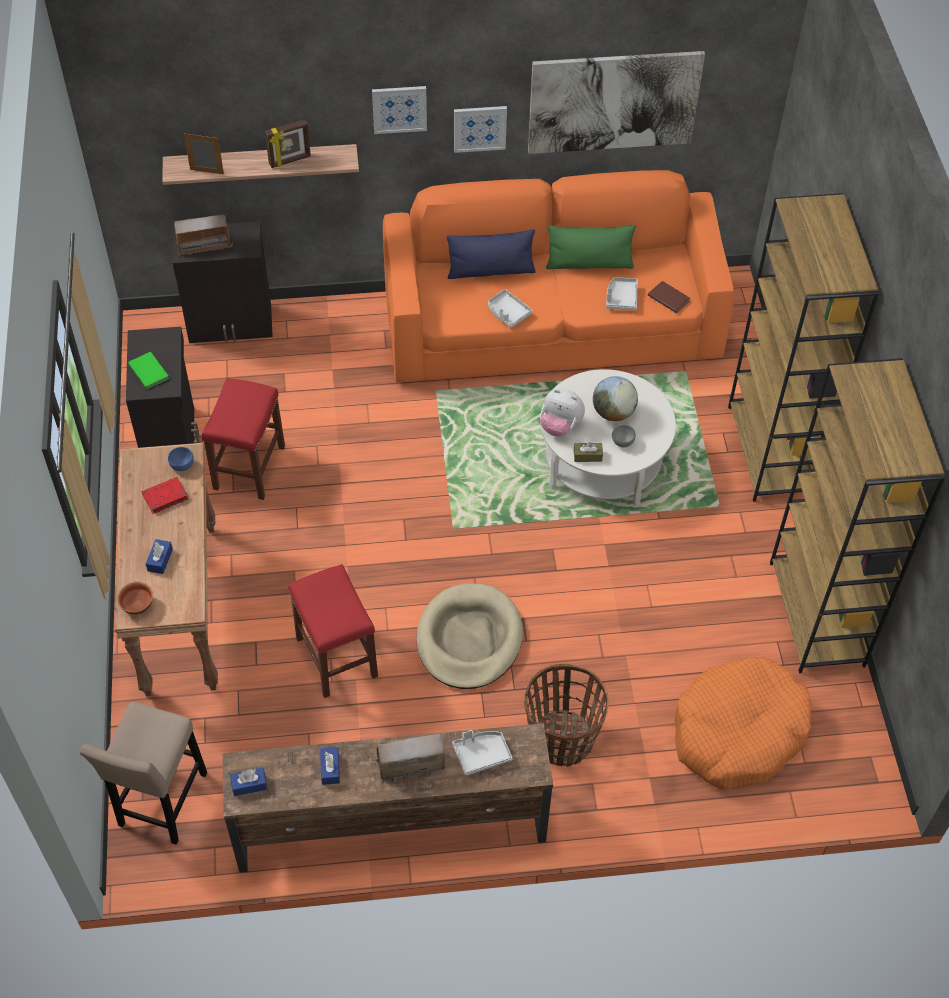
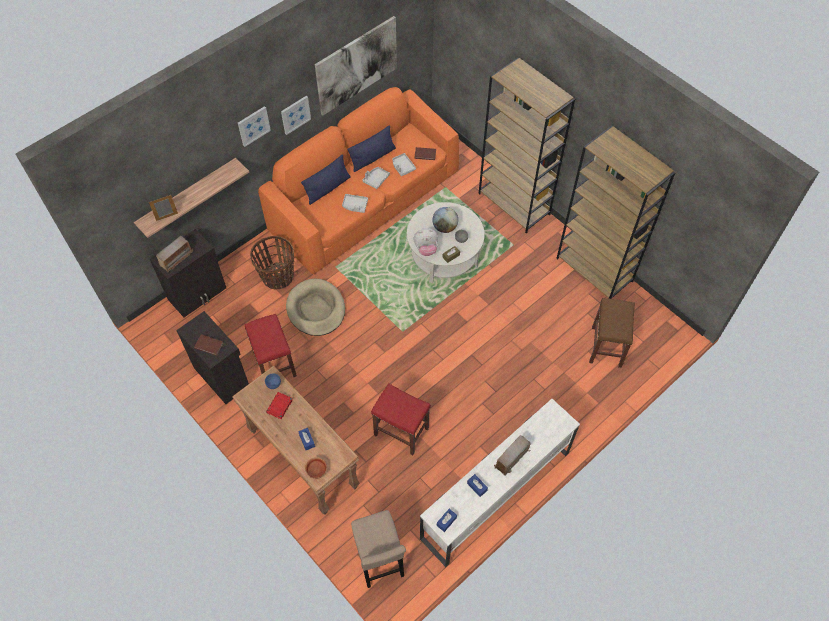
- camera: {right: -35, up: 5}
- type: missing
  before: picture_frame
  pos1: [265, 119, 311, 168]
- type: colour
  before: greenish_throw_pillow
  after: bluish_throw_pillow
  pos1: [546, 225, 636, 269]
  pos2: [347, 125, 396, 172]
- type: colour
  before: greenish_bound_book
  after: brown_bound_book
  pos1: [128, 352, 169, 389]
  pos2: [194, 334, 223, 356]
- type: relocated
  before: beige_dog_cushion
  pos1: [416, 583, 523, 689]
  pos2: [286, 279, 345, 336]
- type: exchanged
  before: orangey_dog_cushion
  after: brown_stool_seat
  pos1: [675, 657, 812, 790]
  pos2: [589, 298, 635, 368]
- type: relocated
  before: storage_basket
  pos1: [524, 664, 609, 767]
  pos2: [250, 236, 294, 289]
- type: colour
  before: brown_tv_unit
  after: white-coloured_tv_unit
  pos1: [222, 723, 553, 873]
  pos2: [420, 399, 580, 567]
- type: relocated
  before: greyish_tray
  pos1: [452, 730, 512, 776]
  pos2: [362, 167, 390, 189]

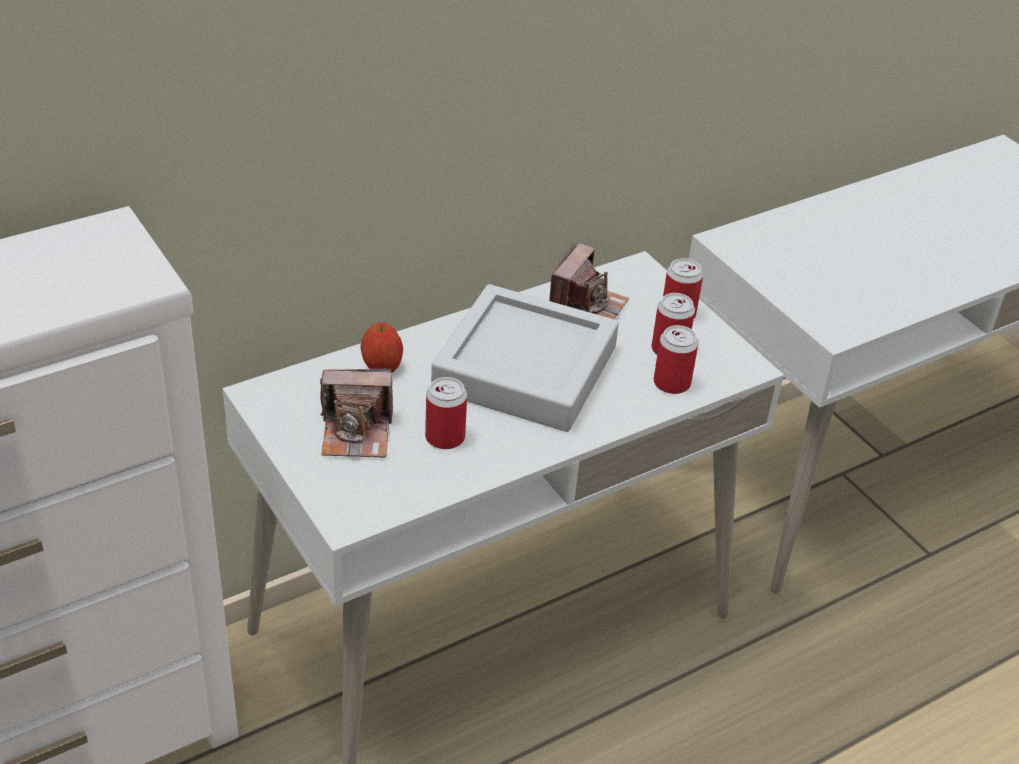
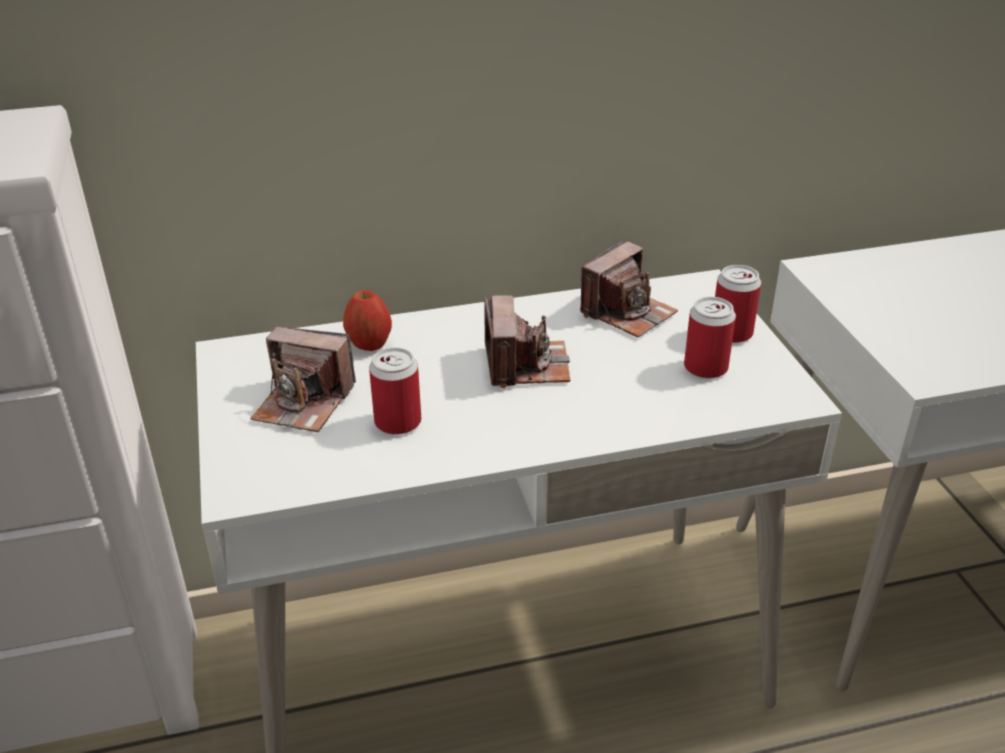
- camera: {right: 20, up: -5}
- type: exchanged
  before: greyish_tray
  after: photo_camera
  pos1: [431, 284, 619, 432]
  pos2: [484, 295, 570, 389]
- type: missing
  before: can
  pos1: [653, 325, 698, 394]

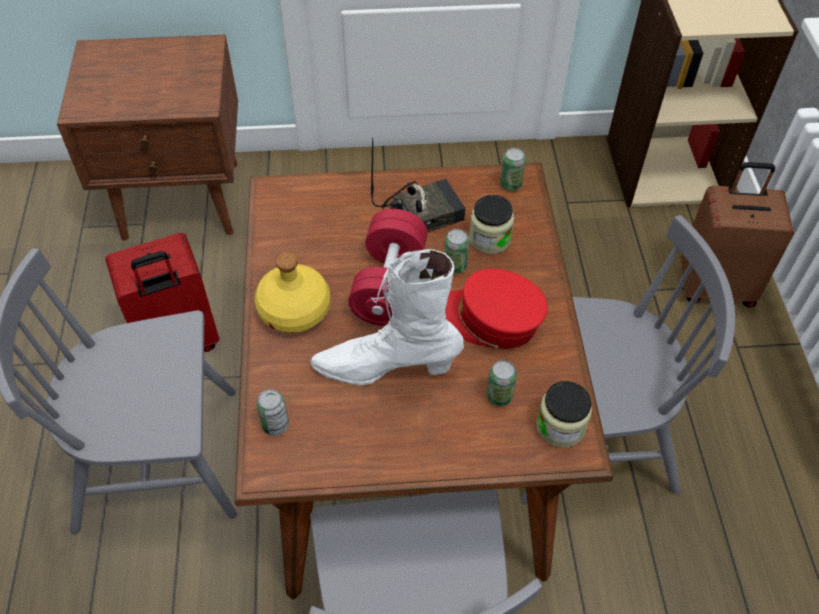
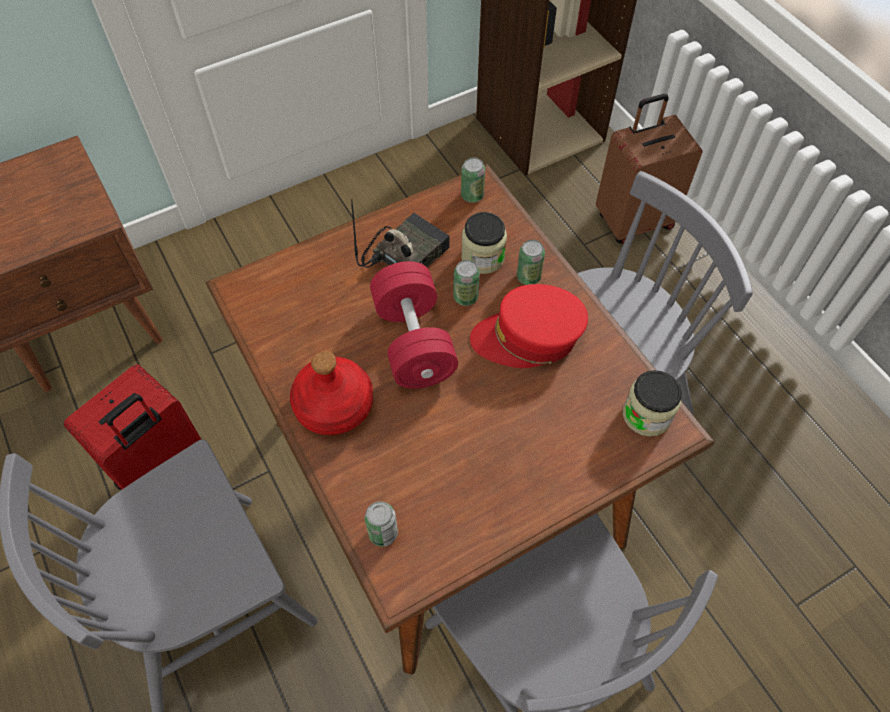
- camera: {right: -25, up: 5}
- type: missing
  before: white-coloured_tall_boot
  pos1: [311, 249, 464, 385]
- type: colour
  before: yellow-coloured_drink_bottle
  after: red-coloured_drink_bottle
  pos1: [255, 252, 330, 333]
  pos2: [290, 351, 373, 435]
- type: relocated
  before: can
  pos1: [486, 360, 517, 407]
  pos2: [517, 240, 545, 285]

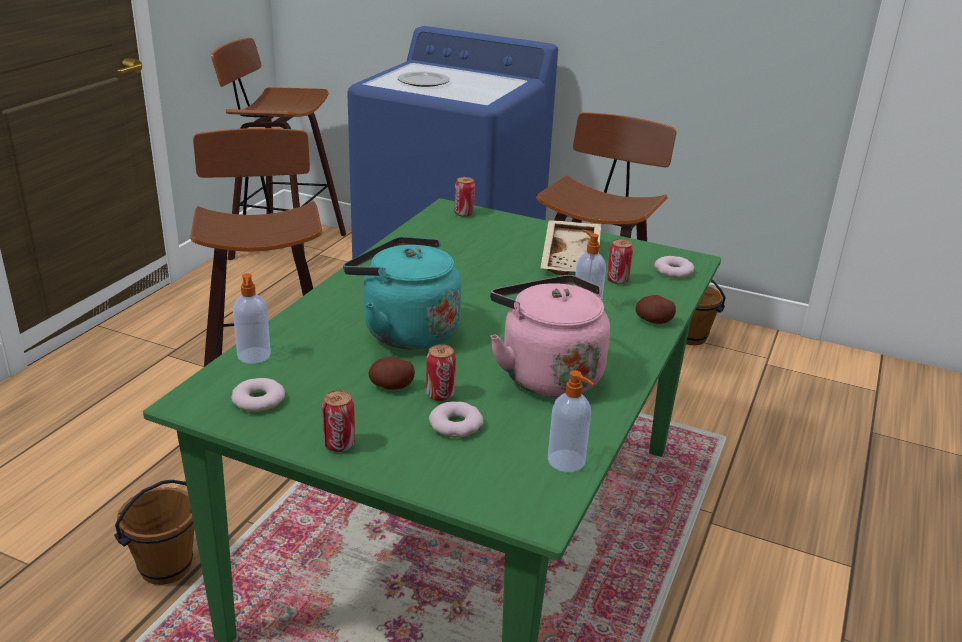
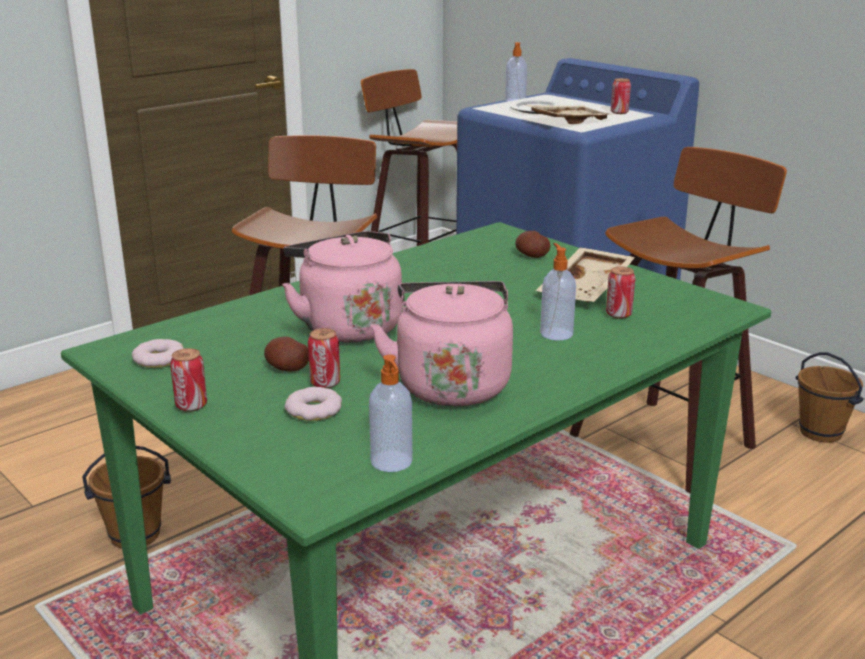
- camera: {right: 25, up: -5}
- type: relocated
  before: can
  pos1: [454, 177, 475, 217]
  pos2: [611, 78, 631, 114]
- type: colour
  before: blue-green_kettle
  after: pinkish_kettle
  pos1: [343, 237, 461, 350]
  pos2: [282, 231, 402, 342]
- type: missing
  before: doughnut
  pos1: [654, 256, 694, 278]
- type: relocated
  before: liquid_soap_bottle
  pos1: [233, 273, 271, 364]
  pos2: [505, 42, 527, 103]
- type: relocated
  before: potato
  pos1: [635, 295, 676, 324]
  pos2: [515, 231, 550, 258]
- type: appeared
  after: beige_tray
  pos2: [527, 105, 614, 124]

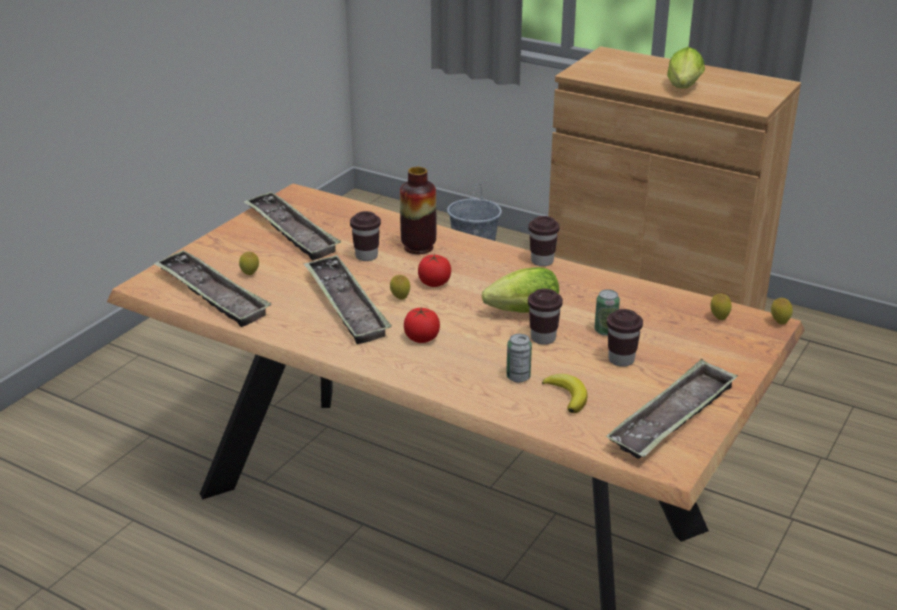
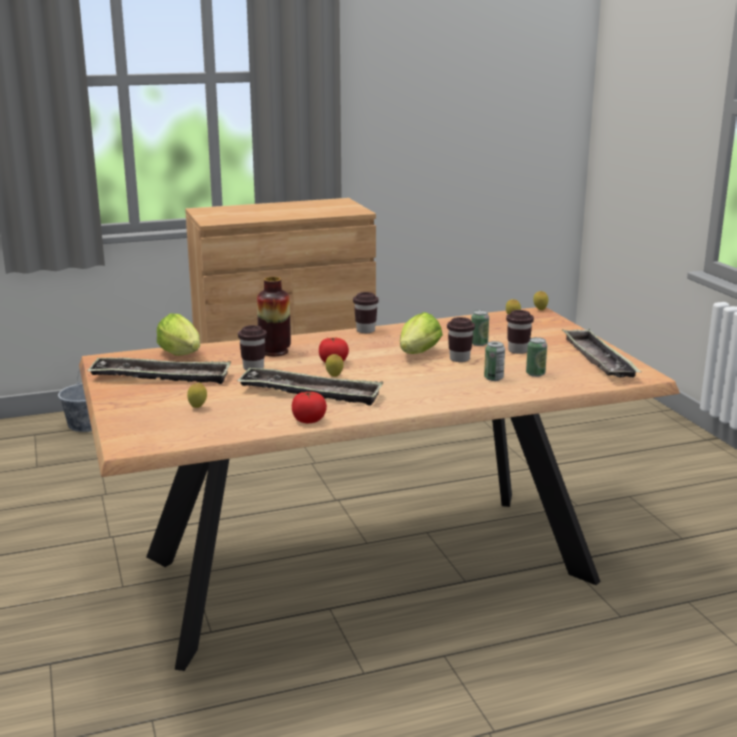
- camera: {right: -50, up: -10}
- type: relocated
  before: head_of_lettuce
  pos1: [667, 47, 705, 89]
  pos2: [157, 314, 200, 356]
- type: missing
  before: tray
  pos1: [153, 250, 271, 327]
- type: relocated
  before: tomato
  pos1: [404, 307, 440, 343]
  pos2: [292, 391, 327, 423]
- type: exchanged
  before: banana
  after: can
  pos1: [542, 374, 588, 413]
  pos2: [526, 337, 547, 377]

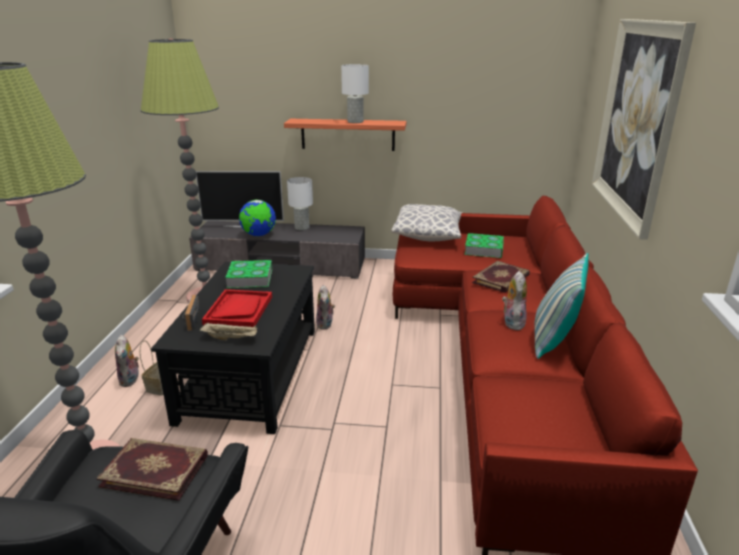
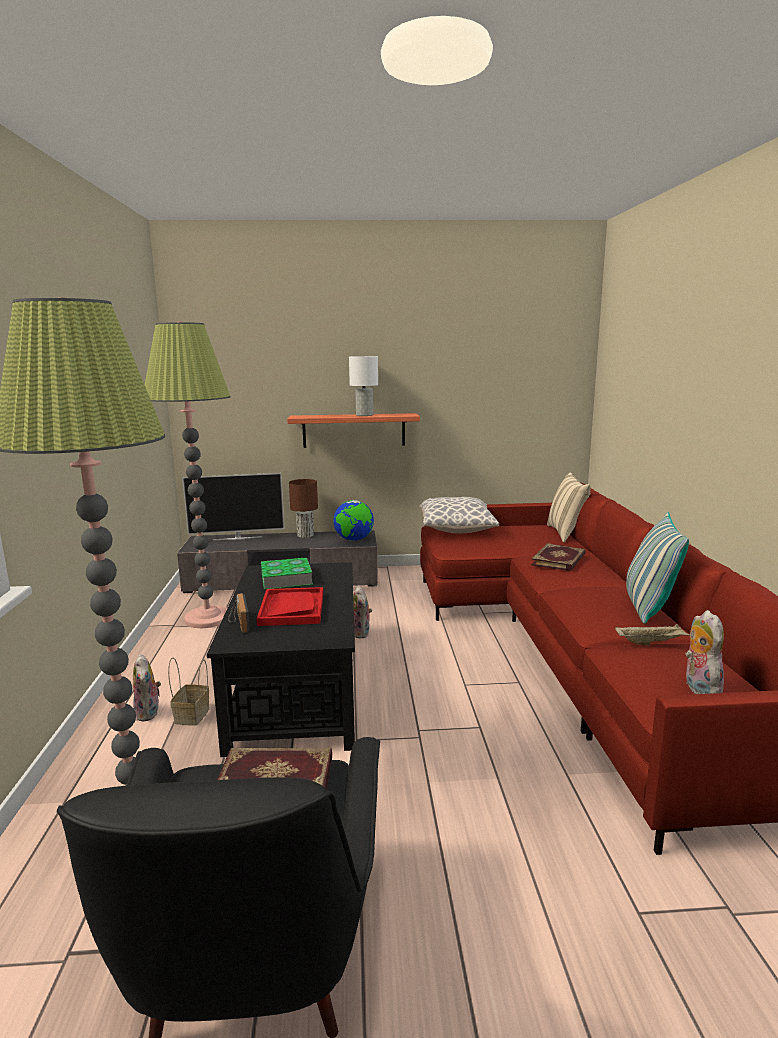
- camera: {right: -10, up: -10}
- type: missing
  before: picture
  pos1: [592, 19, 696, 240]
- type: colour
  before: white-coloured_table_lamp
  after: brown_table_lamp
  pos1: [287, 177, 313, 230]
  pos2: [289, 479, 318, 538]
- type: relocated
  before: world_globe
  pos1: [239, 200, 276, 236]
  pos2: [333, 500, 374, 541]
- type: missing
  before: bound_book
  pos1: [464, 233, 504, 258]
- type: relocated
  before: plush_toy
  pos1: [502, 271, 527, 330]
  pos2: [685, 610, 724, 694]
- type: relocated
  before: beige_tray
  pos1: [200, 322, 257, 340]
  pos2: [615, 624, 690, 645]
- type: appeared
  after: beige_throw_pillow
  pos2: [547, 472, 591, 543]

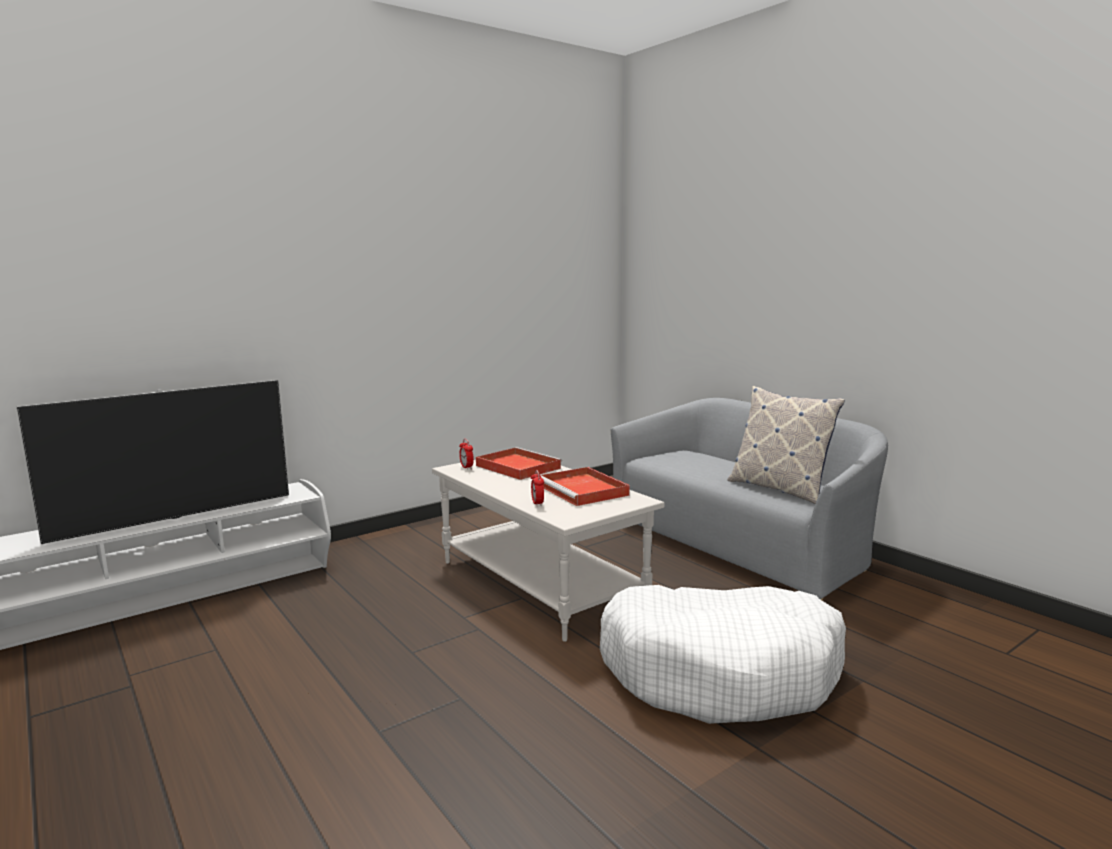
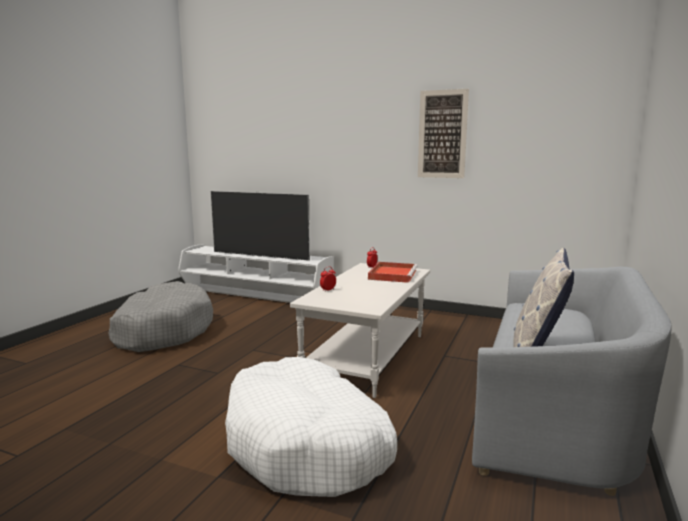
- camera: {right: 60, up: 0}
- type: missing
  before: red-coloured_tray
  pos1: [541, 467, 630, 506]
- type: appeared
  after: picture
  pos2: [418, 89, 469, 178]
- type: appeared
  after: greyish_dog_cushion
  pos2: [108, 281, 213, 352]

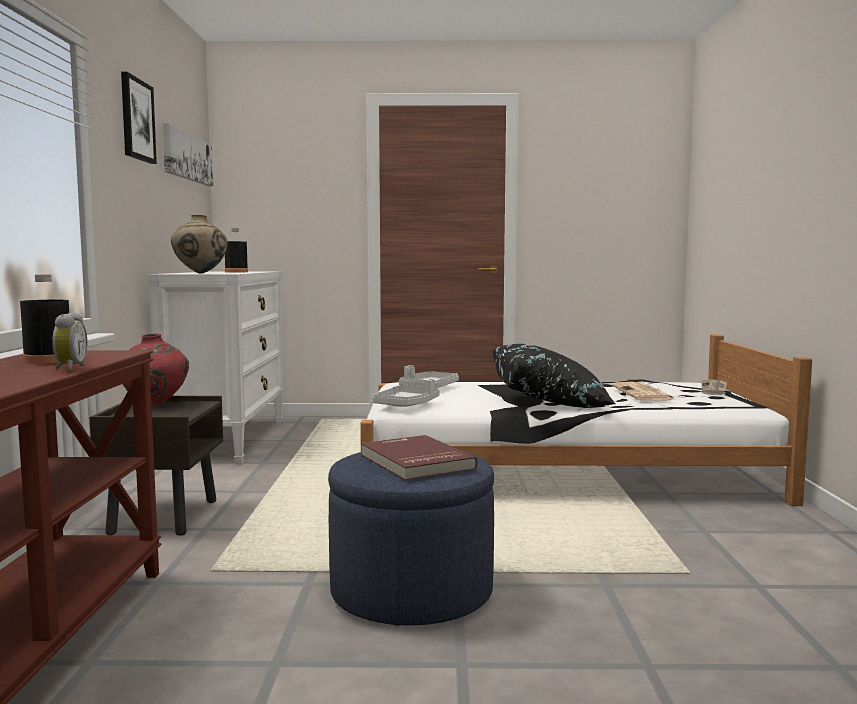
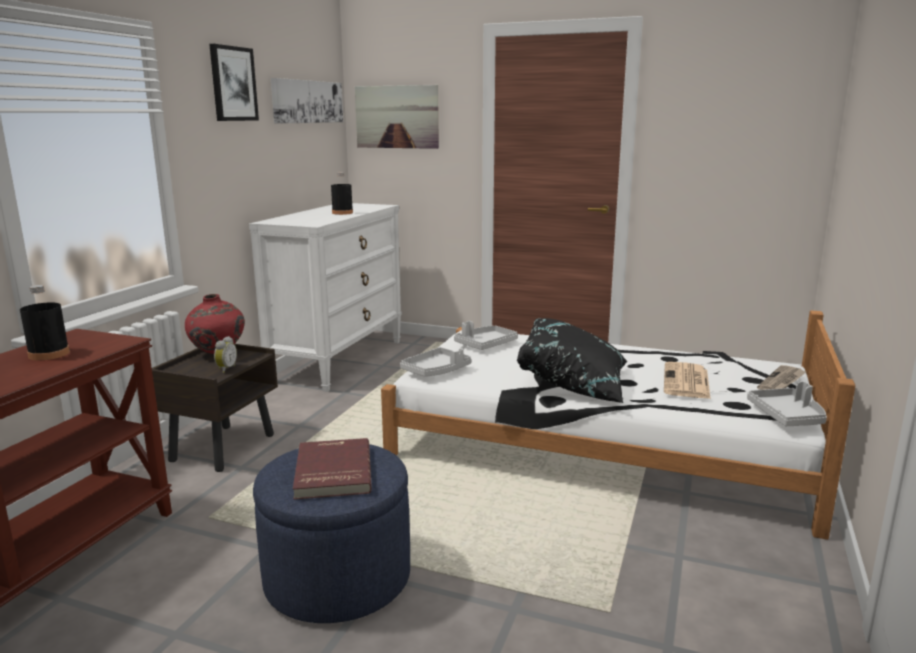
- camera: {right: 20, up: 10}
- type: missing
  before: beige_vase
  pos1: [171, 215, 227, 273]
- type: relocated
  before: alarm_clock
  pos1: [52, 312, 87, 371]
  pos2: [214, 336, 237, 373]
- type: appeared
  after: picture
  pos2: [355, 85, 439, 149]
- type: appeared
  after: greyish_tray
  pos2: [747, 381, 827, 426]

